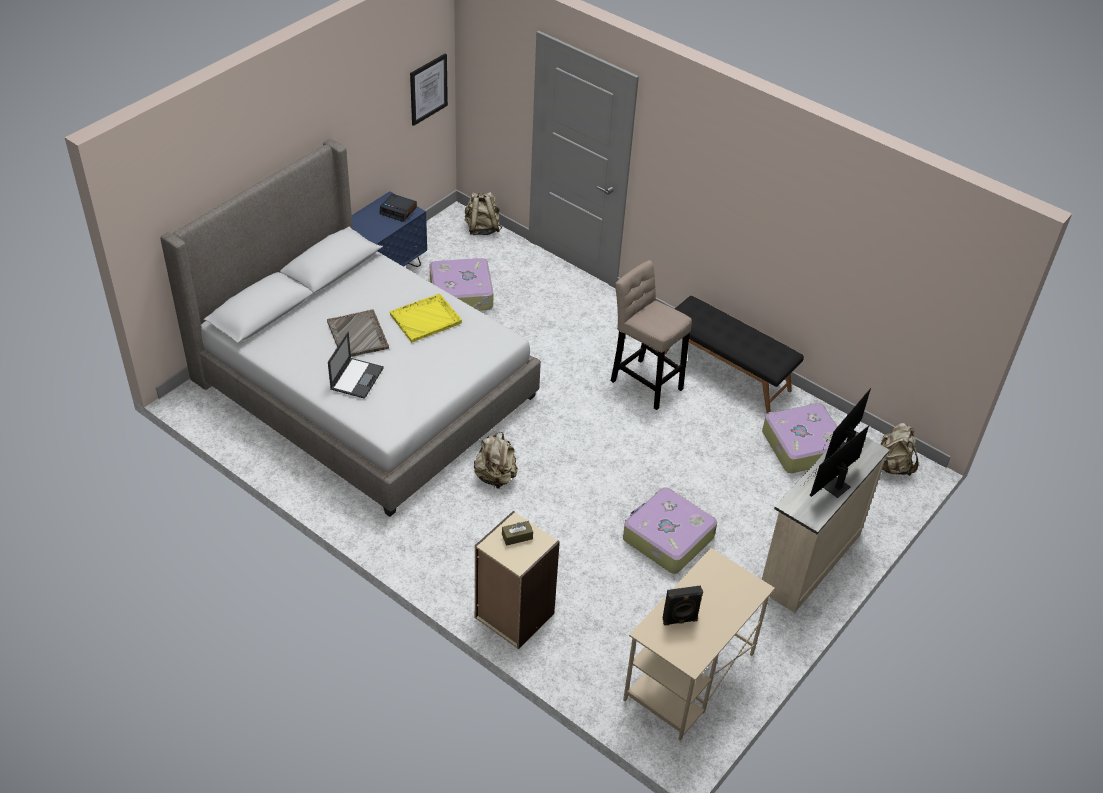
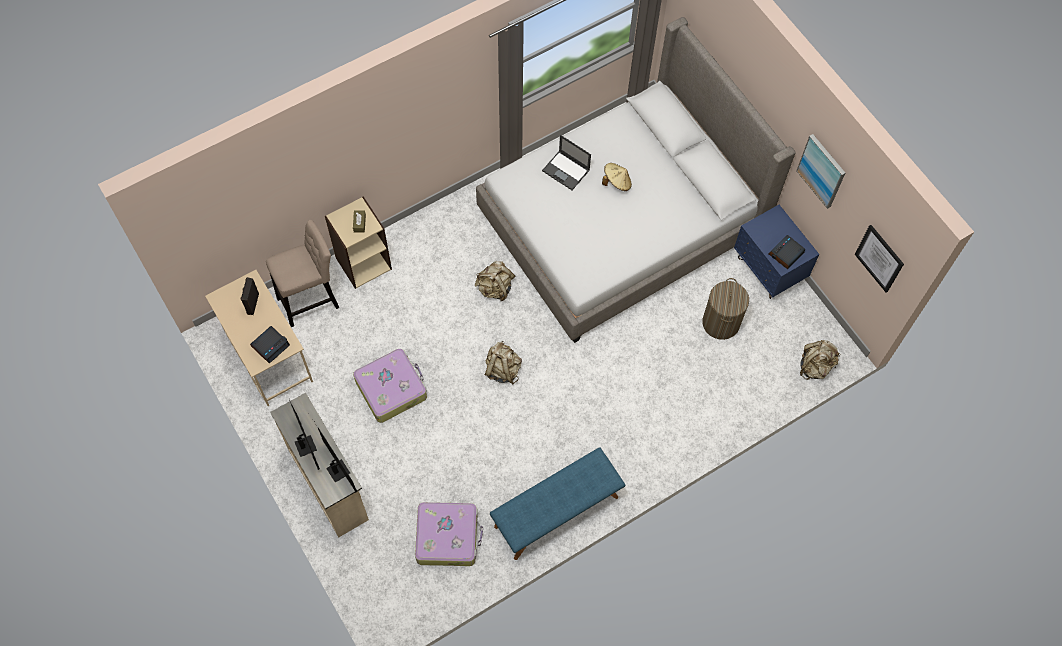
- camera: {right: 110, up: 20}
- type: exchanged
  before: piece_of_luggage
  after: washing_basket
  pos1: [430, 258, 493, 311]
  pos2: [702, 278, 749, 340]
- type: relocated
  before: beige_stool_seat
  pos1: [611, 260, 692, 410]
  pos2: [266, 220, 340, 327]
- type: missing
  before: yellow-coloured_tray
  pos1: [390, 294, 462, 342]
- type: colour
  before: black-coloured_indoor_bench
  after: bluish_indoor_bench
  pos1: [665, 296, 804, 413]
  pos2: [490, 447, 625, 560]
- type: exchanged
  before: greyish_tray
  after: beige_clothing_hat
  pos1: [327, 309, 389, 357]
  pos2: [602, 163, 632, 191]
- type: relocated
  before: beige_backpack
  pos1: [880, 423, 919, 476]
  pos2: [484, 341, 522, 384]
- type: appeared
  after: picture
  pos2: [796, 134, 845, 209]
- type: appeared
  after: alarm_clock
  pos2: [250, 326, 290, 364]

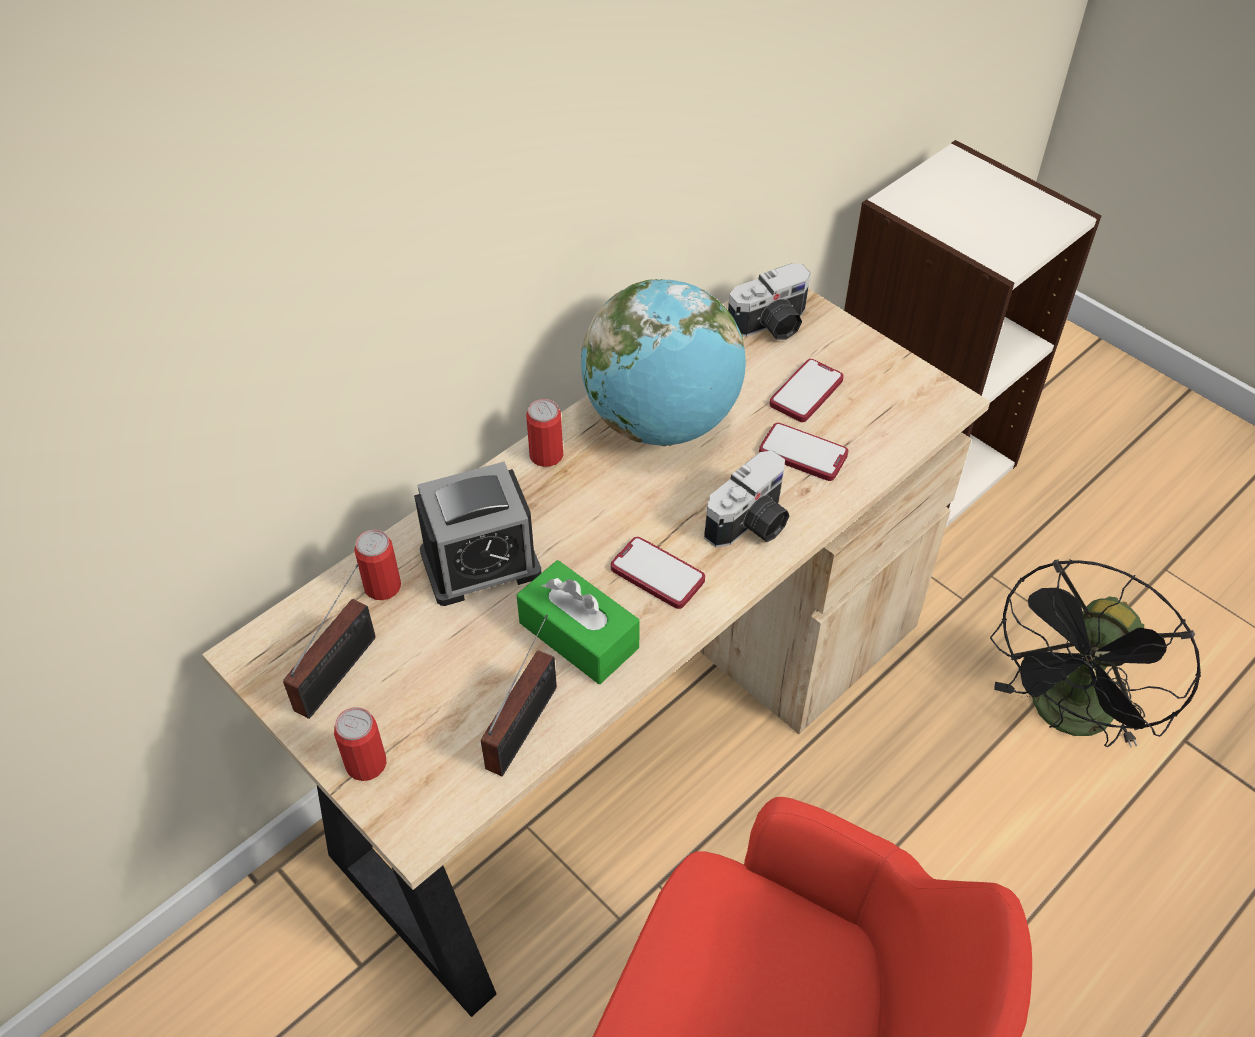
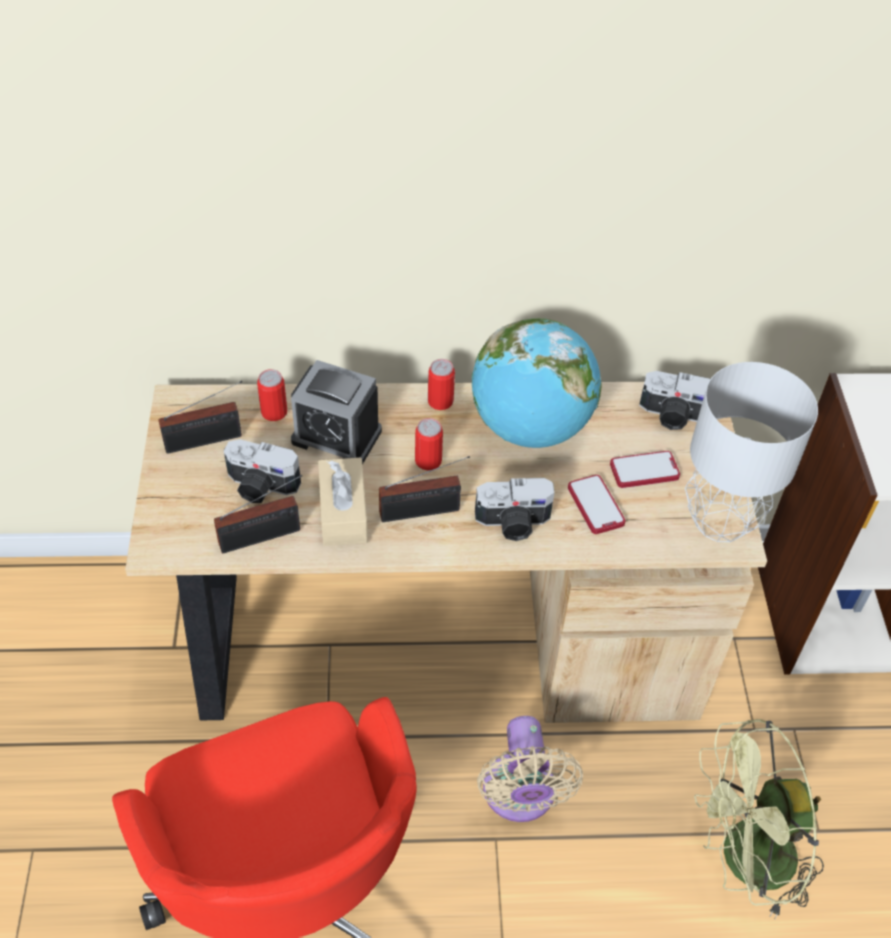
- camera: {right: 40, up: 0}
- type: exchanged
  before: phone
  after: radio_receiver
  pos1: [611, 537, 705, 609]
  pos2: [379, 456, 470, 522]
- type: colour
  before: black-coloured_fan
  after: greenish_fan
  pos1: [990, 559, 1201, 747]
  pos2: [694, 719, 824, 920]
- type: colour
  before: greenish_tissue_holder
  after: beige_tissue_holder
  pos1: [517, 560, 640, 684]
  pos2: [318, 458, 368, 546]
- type: relocated
  before: can
  pos1: [334, 707, 386, 781]
  pos2: [415, 418, 443, 471]
- type: appeared
  after: greyish_table_lamp
  pos2: [685, 362, 818, 542]
- type: appeared
  after: photo_camera
  pos2: [224, 439, 301, 503]
- type: appeared
  after: beige_fan
  pos2: [477, 716, 583, 822]

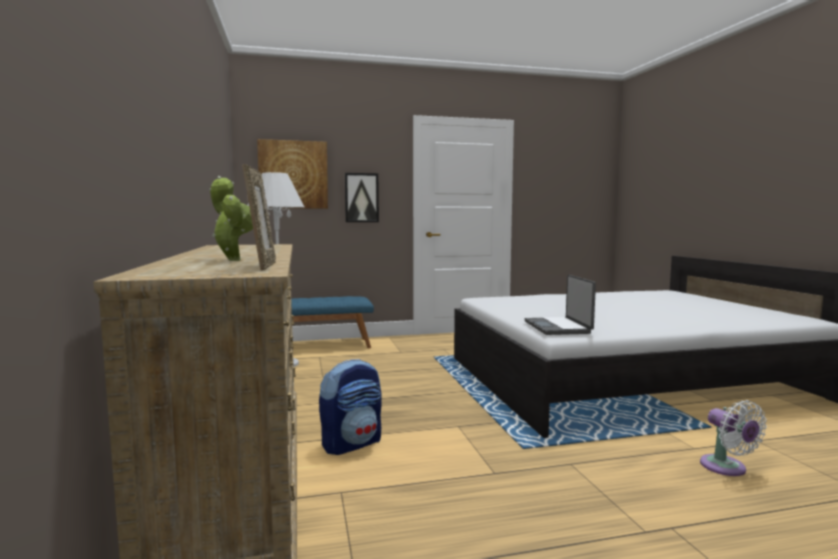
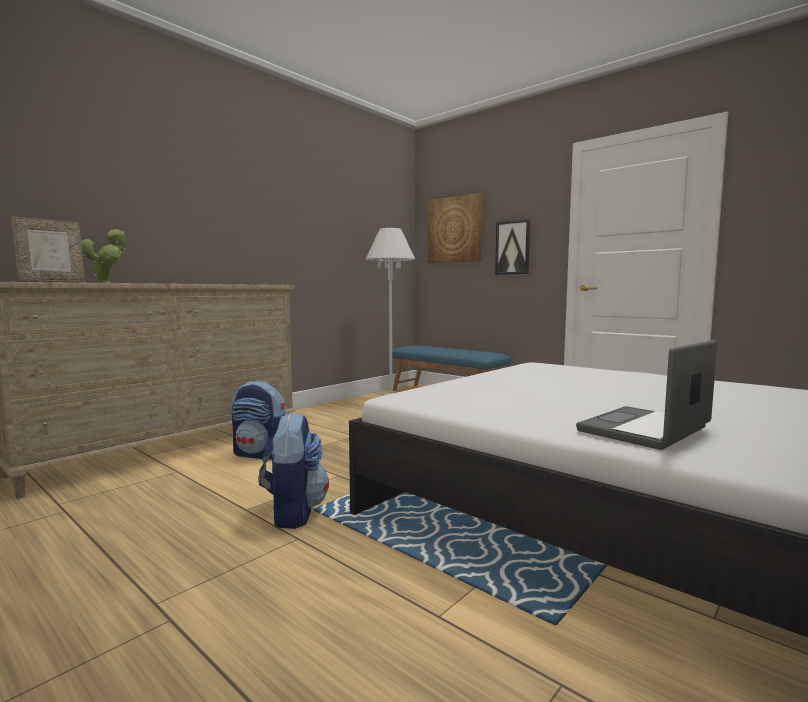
- camera: {right: 55, up: 0}
- type: relocated
  before: notebook_computer
  pos1: [525, 275, 596, 335]
  pos2: [576, 340, 717, 450]
- type: missing
  before: white-coloured_fan
  pos1: [700, 400, 767, 476]
- type: appeared
  after: backpack
  pos2: [259, 412, 329, 529]

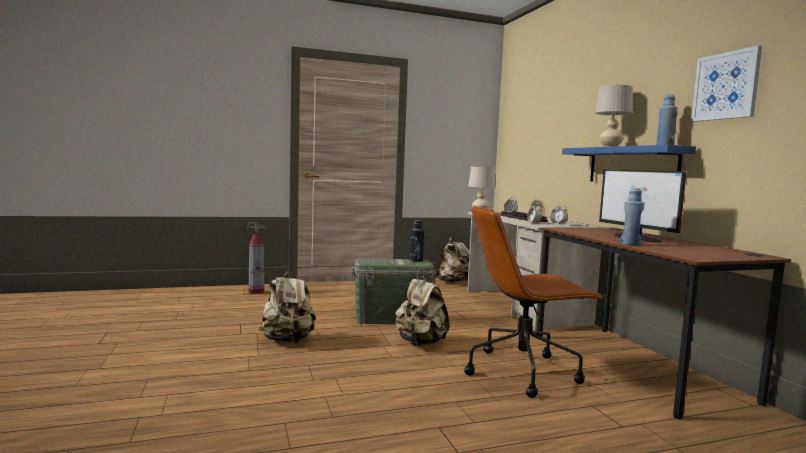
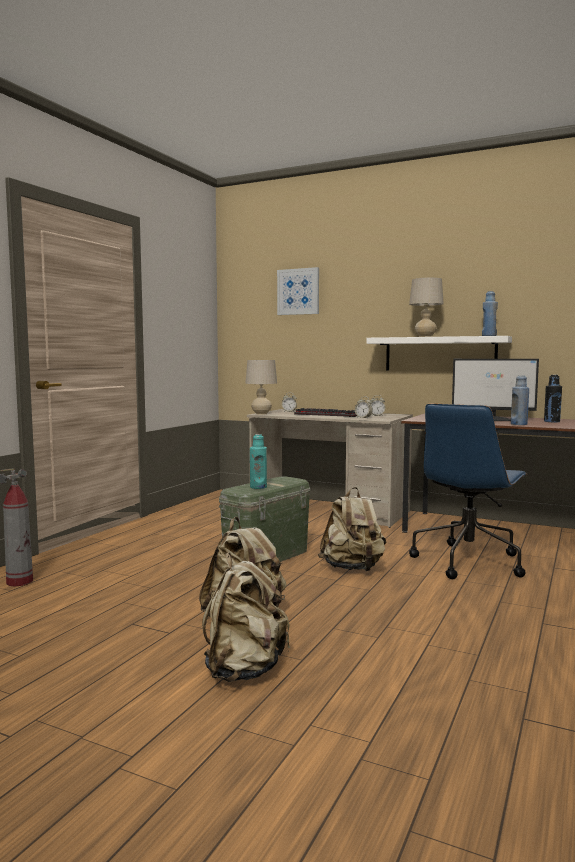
- camera: {right: -45, up: 0}
- type: relocated
  before: picture
  pos1: [691, 45, 762, 122]
  pos2: [277, 267, 319, 315]
- type: colour
  before: bluish_bracket_shelf
  after: white-coloured_bracket_shelf
  pos1: [562, 145, 696, 182]
  pos2: [366, 336, 512, 370]
- type: colour
  before: brown_desk_chair
  after: bluish_desk_chair
  pos1: [465, 206, 603, 398]
  pos2: [409, 404, 527, 579]
- type: relocated
  before: black-coloured_drink_bottle
  pos1: [410, 220, 424, 262]
  pos2: [544, 375, 562, 423]
- type: relocated
  before: beige_backpack
  pos1: [434, 237, 469, 283]
  pos2: [202, 552, 290, 682]
- type: appeared
  after: blue-green_drink_bottle
  pos2: [250, 434, 267, 489]

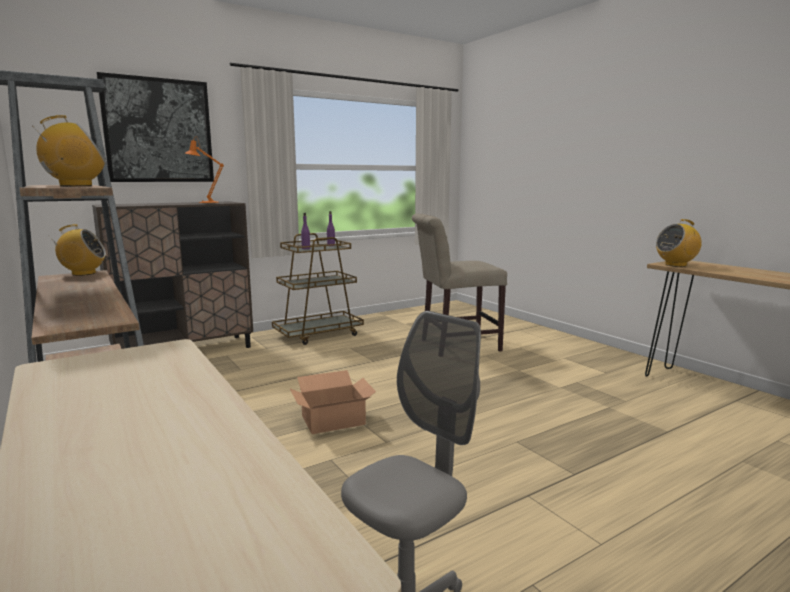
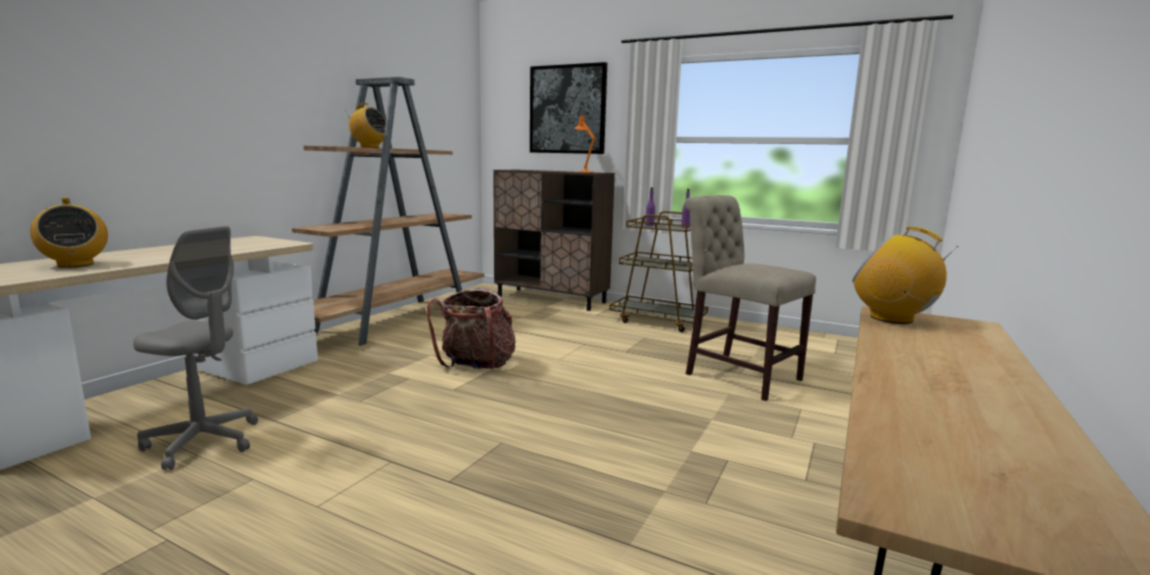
- camera: {right: 60, up: 0}
- type: relocated
  before: radio_receiver
  pos1: [48, 224, 106, 276]
  pos2: [30, 198, 108, 268]
- type: exchanged
  before: cardboard_box
  after: backpack
  pos1: [290, 370, 376, 434]
  pos2: [427, 287, 516, 370]

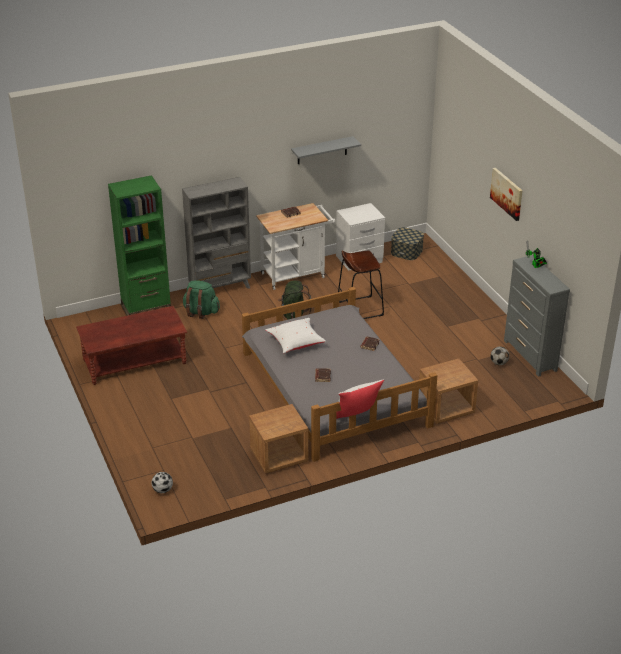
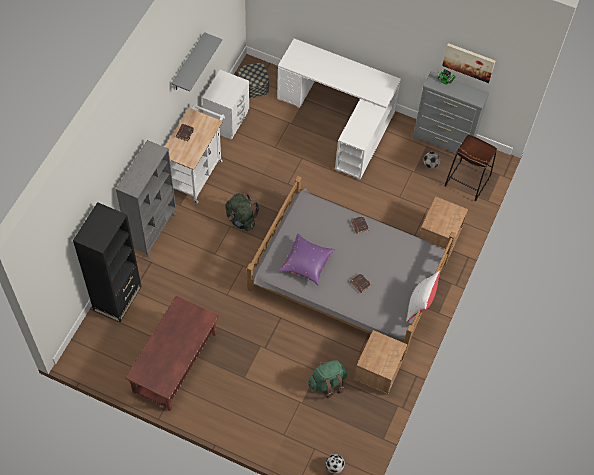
- camera: {right: -45, up: 25}
- type: relocated
  before: picture
  pos1: [490, 168, 523, 221]
  pos2: [442, 43, 495, 83]
- type: colour
  before: greenish_bookshelf
  after: black-coloured_bookshelf
  pos1: [108, 175, 171, 316]
  pos2: [73, 202, 142, 322]
- type: relocated
  before: brown_stool_seat
  pos1: [338, 250, 384, 319]
  pos2: [444, 135, 497, 202]
- type: relocated
  before: greenish_backpack
  pos1: [183, 280, 220, 319]
  pos2: [308, 360, 347, 398]
- type: colour
  before: white-coloured_throw_pillow
  after: purplish_throw_pillow
  pos1: [265, 318, 326, 353]
  pos2: [279, 234, 335, 285]
- type: appeared
  after: white-coloured_desk_table
  pos2: [277, 38, 401, 180]

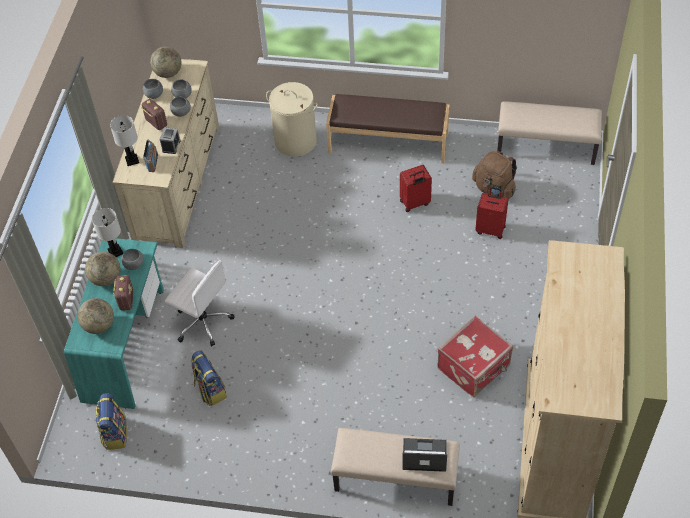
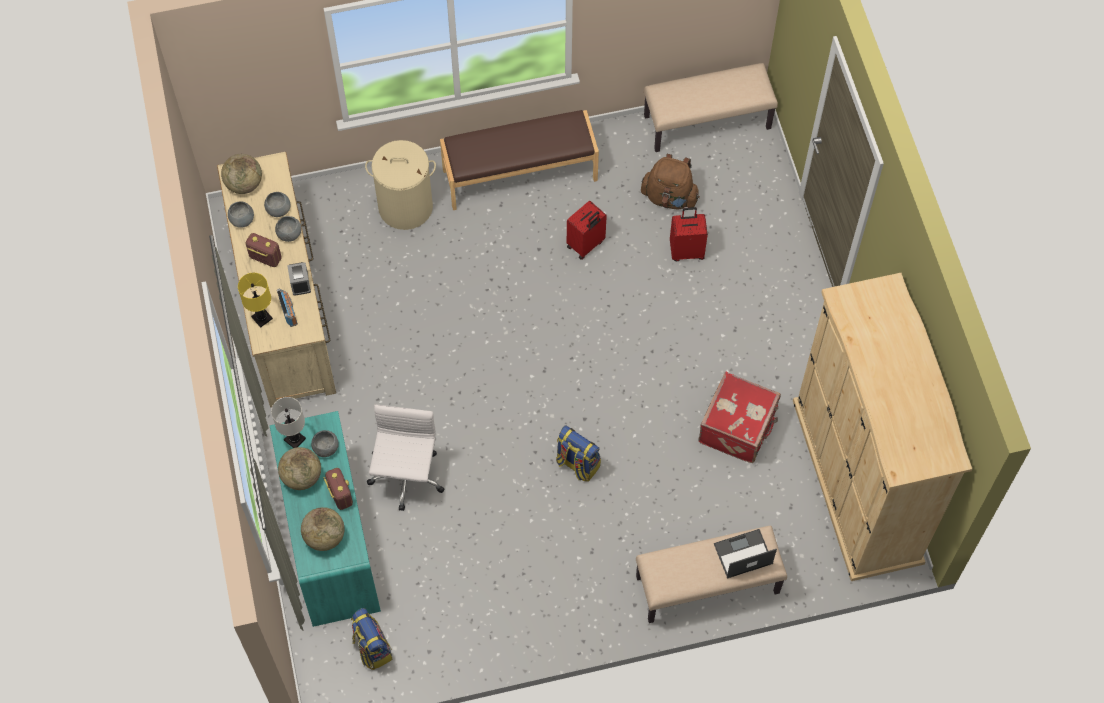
- camera: {right: -25, up: 10}
- type: colour
  before: white-coloured_table_lamp
  after: yellow-coloured_table_lamp
  pos1: [110, 115, 139, 166]
  pos2: [238, 273, 273, 328]
- type: spun
  before: white-coloured_desk_chair
  pos1: [165, 260, 234, 346]
  pos2: [367, 405, 445, 511]
  turn: -90
- type: relocated
  before: backpack
  pos1: [191, 350, 227, 406]
  pos2: [556, 426, 601, 482]

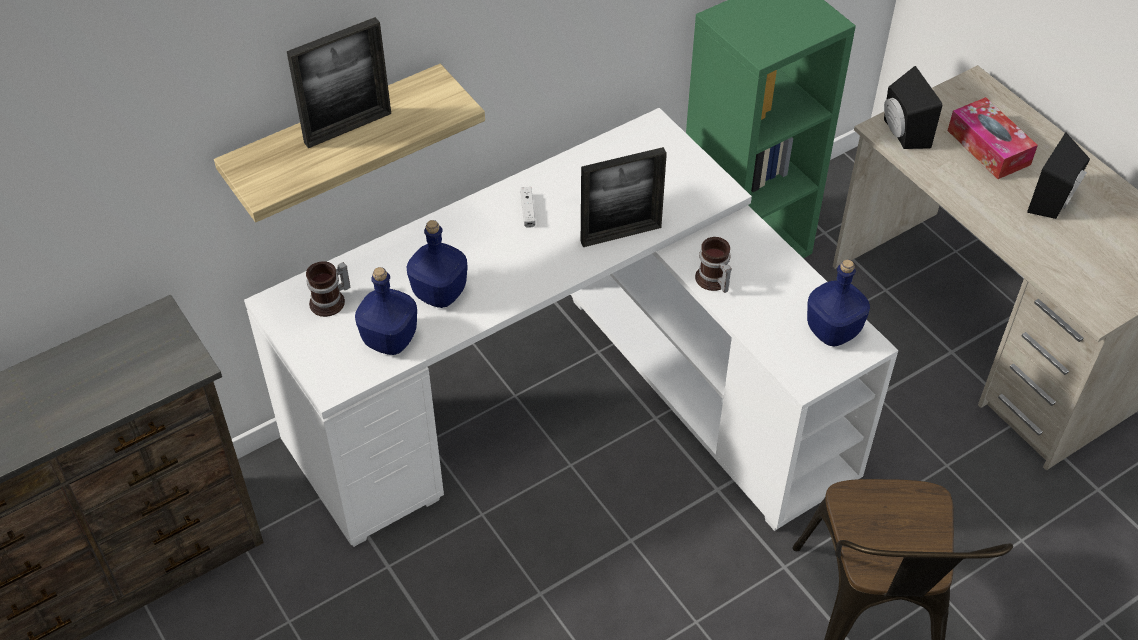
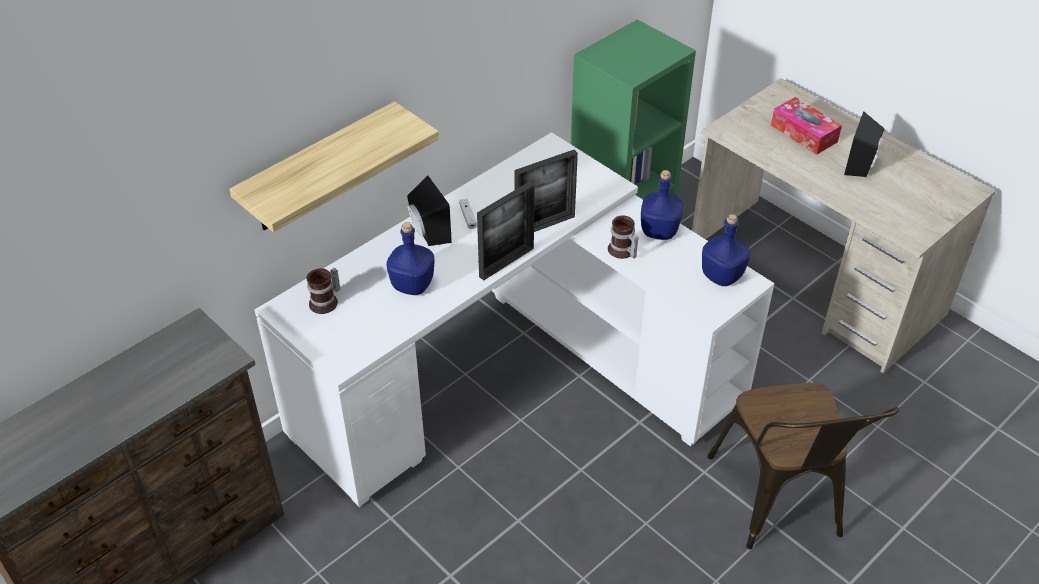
- camera: {right: -10, up: -5}
- type: relocated
  before: picture_frame
  pos1: [287, 17, 391, 148]
  pos2: [477, 181, 535, 280]
- type: relocated
  before: black-coloured_audio_speaker
  pos1: [884, 66, 942, 149]
  pos2: [407, 176, 452, 246]
- type: relocated
  before: bluish_drink_bottle
  pos1: [355, 267, 417, 355]
  pos2: [641, 170, 683, 240]

